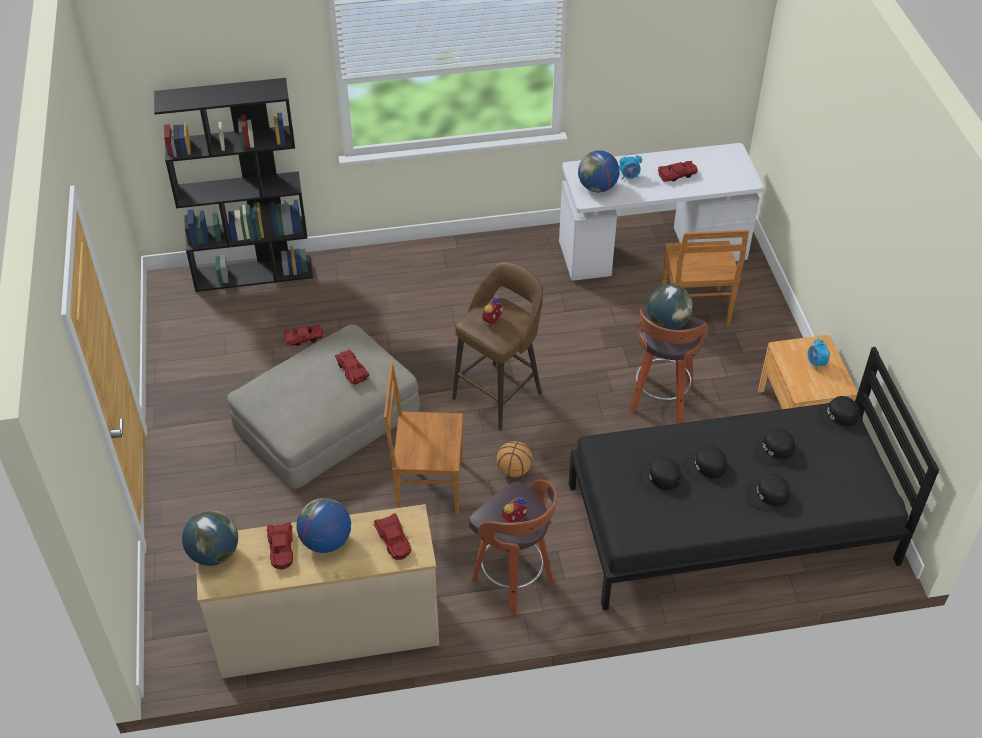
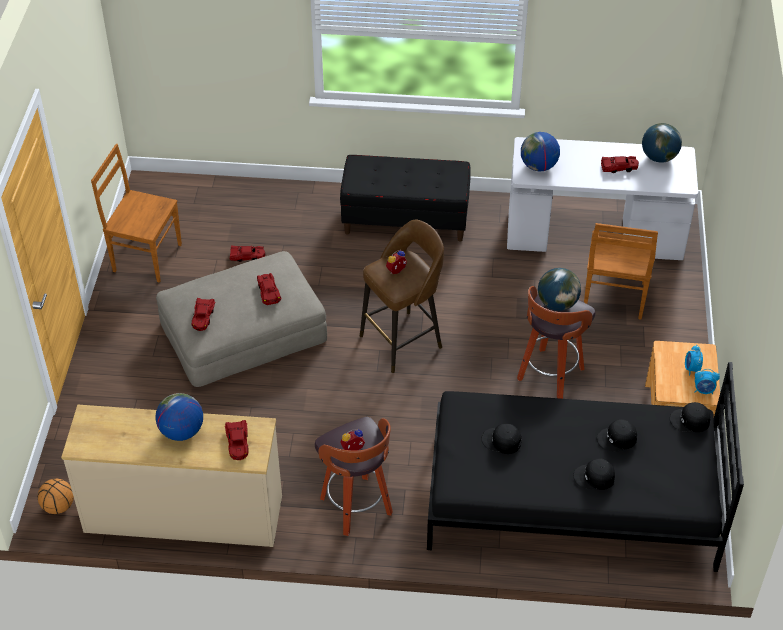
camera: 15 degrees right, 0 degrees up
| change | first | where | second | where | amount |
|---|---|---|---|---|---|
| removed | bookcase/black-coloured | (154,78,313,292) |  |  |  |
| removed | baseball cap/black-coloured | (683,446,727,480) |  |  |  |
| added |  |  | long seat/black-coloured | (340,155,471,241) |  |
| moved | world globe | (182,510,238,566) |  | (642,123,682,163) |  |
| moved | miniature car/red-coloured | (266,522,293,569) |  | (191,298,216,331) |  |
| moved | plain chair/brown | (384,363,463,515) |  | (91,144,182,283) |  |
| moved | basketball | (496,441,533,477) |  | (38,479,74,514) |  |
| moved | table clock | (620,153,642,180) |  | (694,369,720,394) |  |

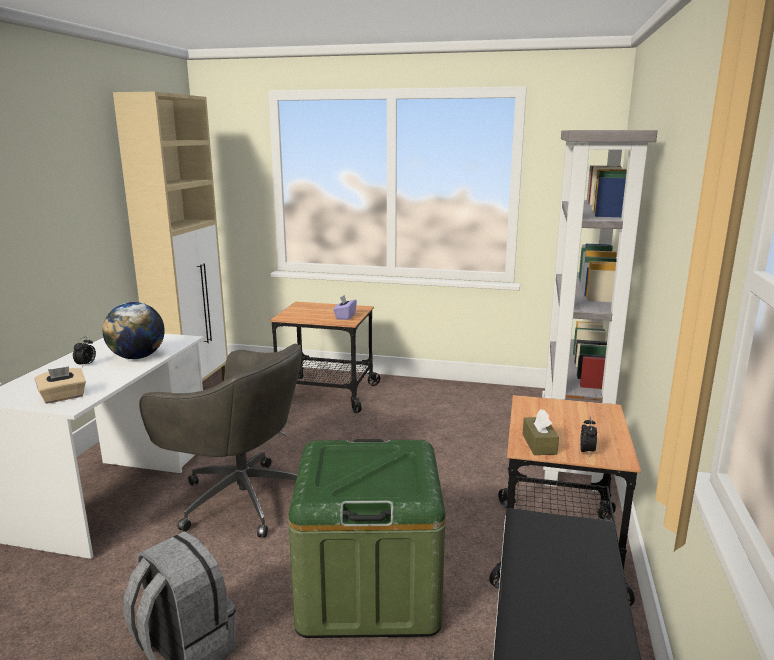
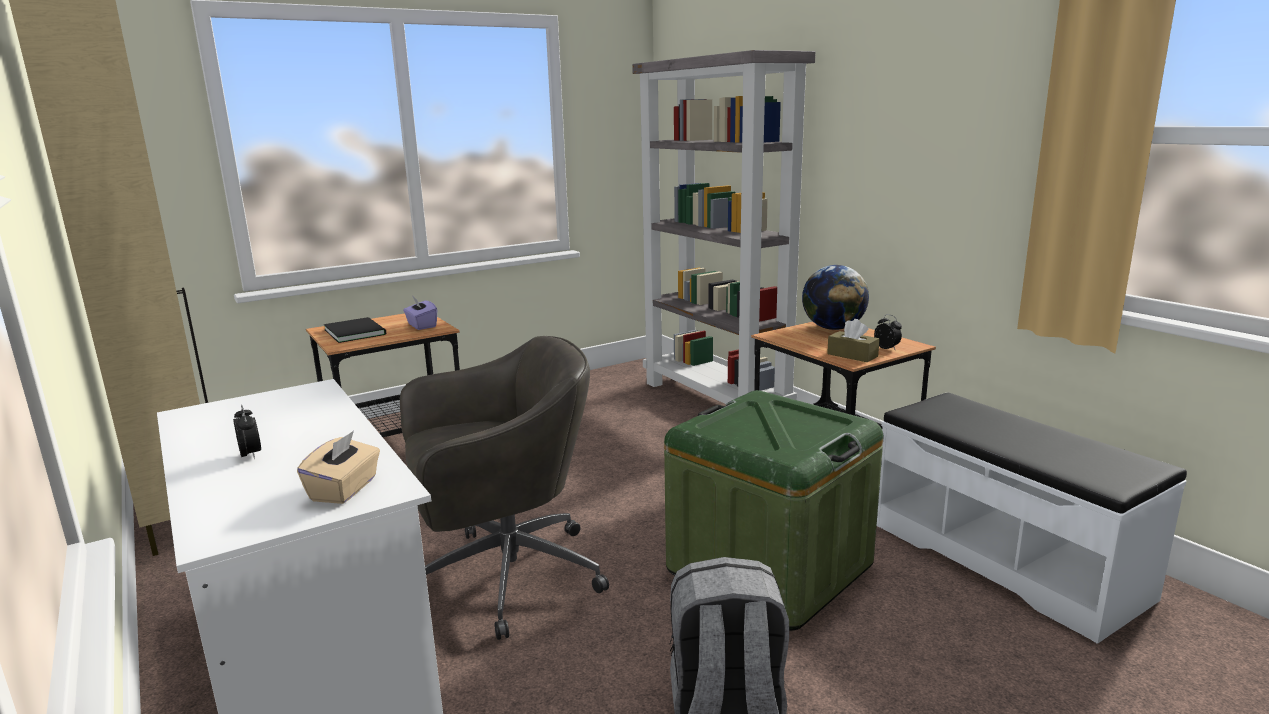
camera: 45 degrees left, 0 degrees up
| change | first | where | second | where | amount |
|---|---|---|---|---|---|
| added |  |  | bound book/black-coloured | (324,317,386,343) |  |
| moved | world globe | (103,302,165,359) |  | (802,265,869,330) |  |

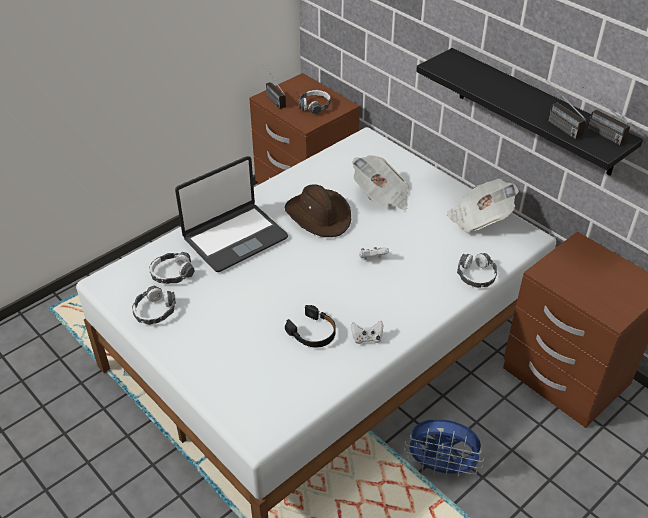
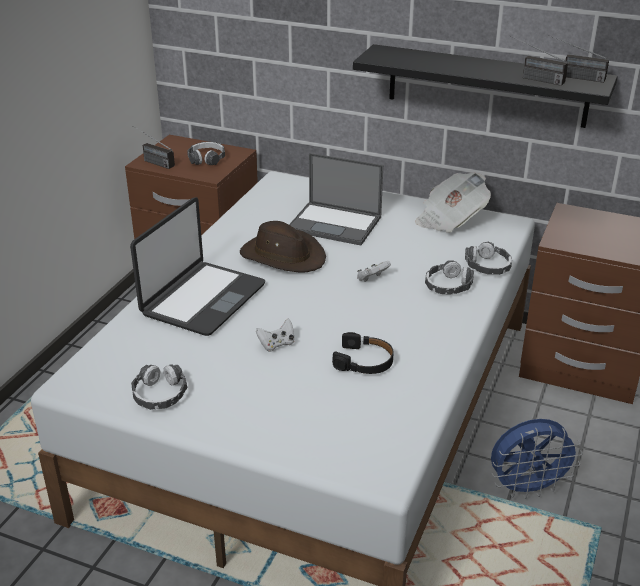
camera: 25 degrees left, 10 degrees down
| change | first | where | second | where | amount |
|---|---|---|---|---|---|
| moved | headphones | (150,252,195,284) |  | (425,260,474,295) |  |
| moved | gamepad/whitish | (351,321,383,344) |  | (256,319,294,351) |  |
| replaced | printed paper | (352,155,409,210) | portable computer | (289,153,383,245) |  |

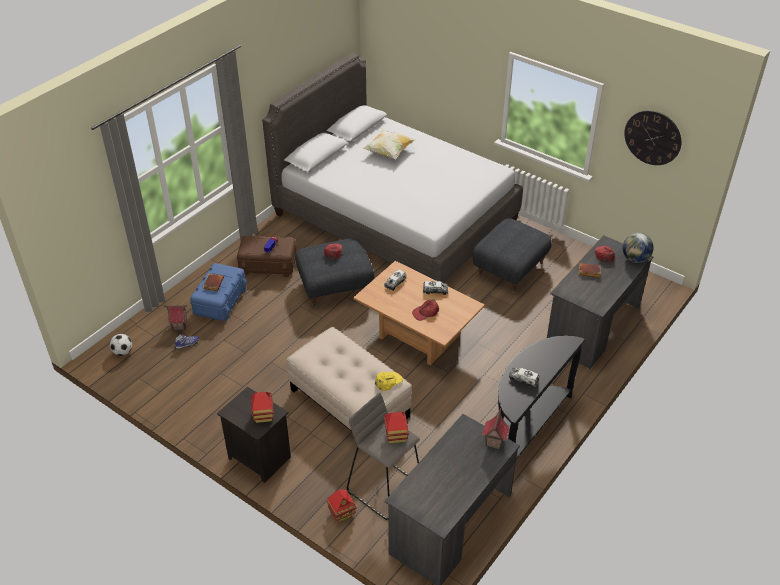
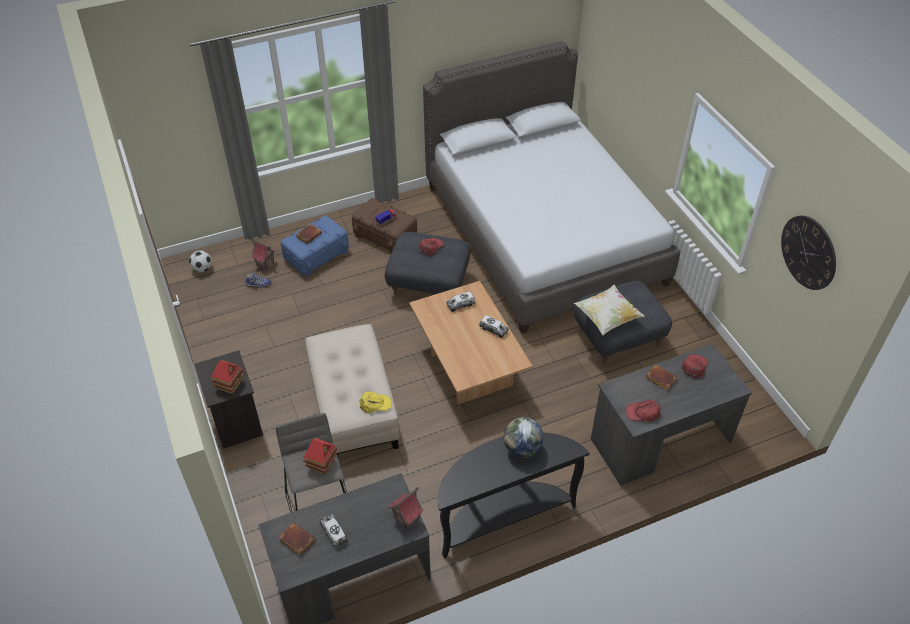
camera: 30 degrees right, 5 degrees up
| change | first | where | second | where | amount |
|---|---|---|---|---|---|
| removed | model house | (326,489,357,523) |  |  |  |
| added |  |  | bound book/brown | (278,522,315,556) |  |
| moved | cushion | (362,129,415,160) |  | (574,285,645,335) |  |
| moved | baseball cap/red-coloured | (412,300,439,321) |  | (626,400,661,422) |  |
| moved | model truck | (509,367,539,387) |  | (320,514,348,548) |  |
| moved | world globe | (623,233,654,263) |  | (504,417,544,458) |  |

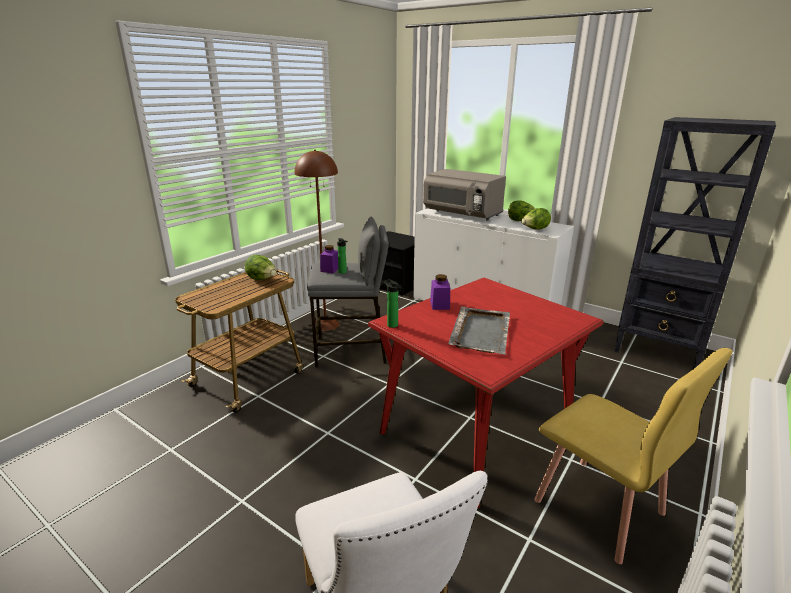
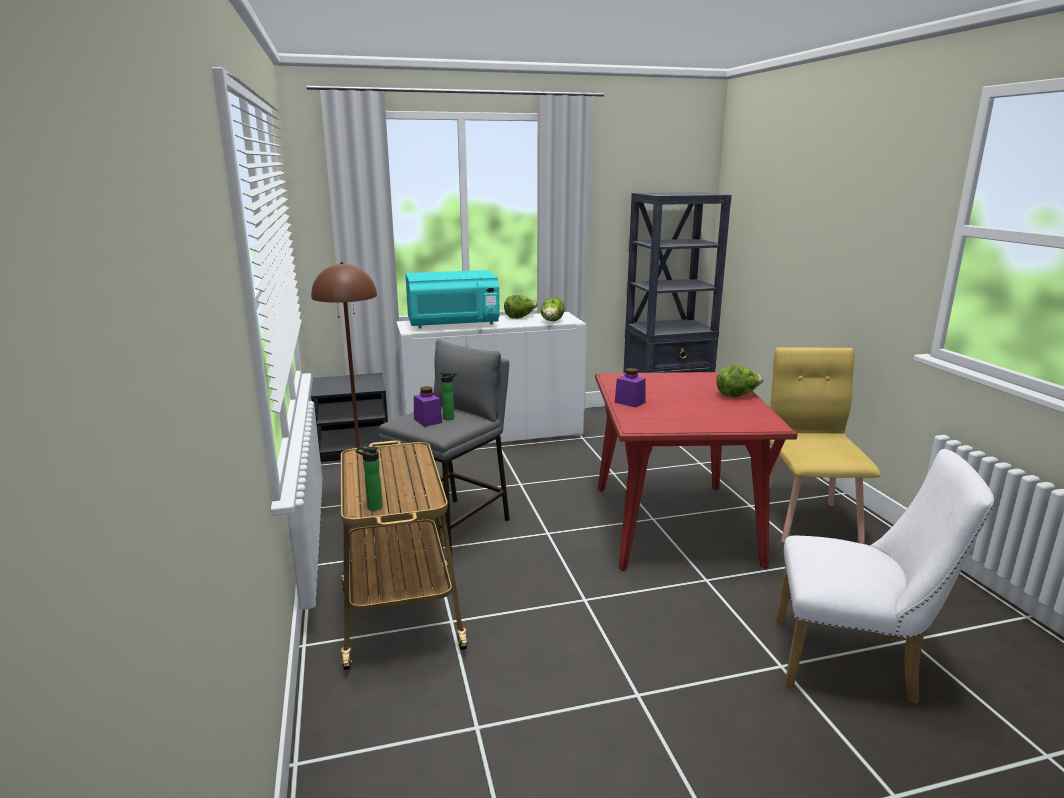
camera: 50 degrees left, 5 degrees down
| change | first | where | second | where | amount |
|---|---|---|---|---|---|
| removed | carrying tray/gray | (448,306,510,355) |  |  |  |
| moved | lettuce head | (245,255,276,280) |  | (716,365,763,397) |  |
| moved | bottle | (384,279,398,328) |  | (356,446,383,511) |  |
| recoloured | microwave oven/gray | (423,169,506,220) | microwave oven/turquoise-coloured | (405,270,500,328) |  |
| turned | plain chair/yellow-coloured | (534,348,733,564) |  | (770,347,880,544) | 90 degrees counterclockwise |

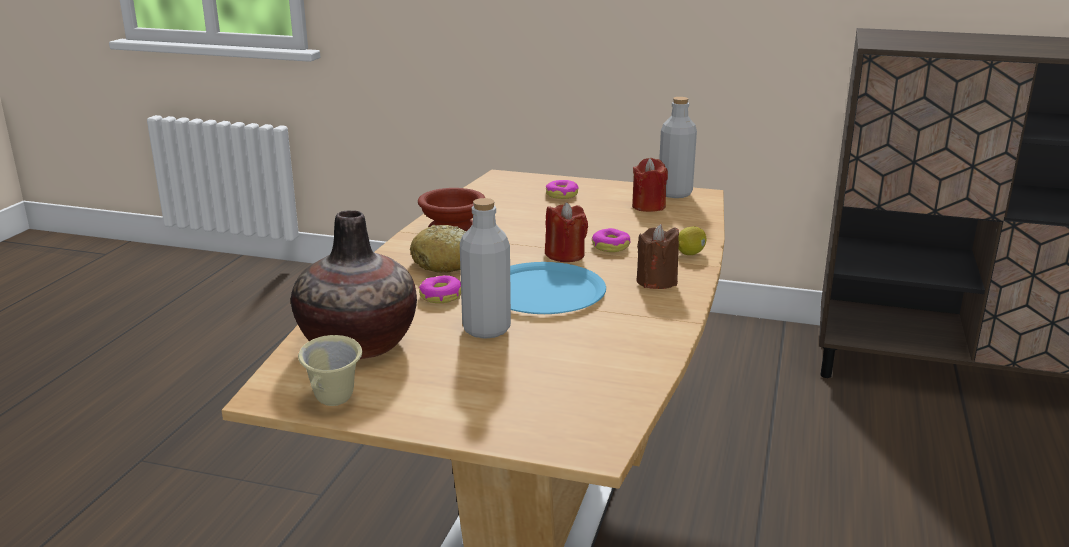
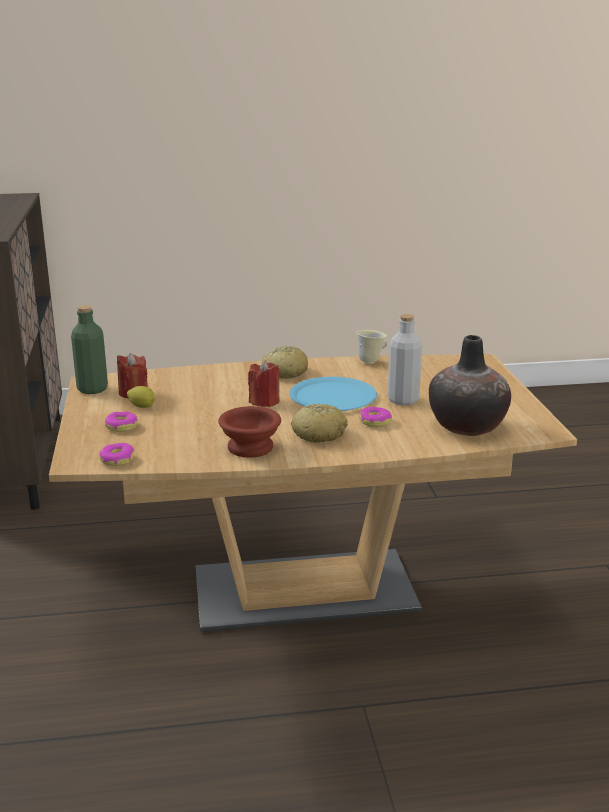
camera: 115 degrees left, 0 degrees up
| change | first | where | second | where | amount |
|---|---|---|---|---|---|
| moved | tea mug/beige | (298,335,362,406) |  | (356,330,387,364) |  |
| moved | ring doughnut | (592,228,630,252) |  | (99,443,134,466) |  |
| moved | whole lemon | (678,227,706,255) |  | (127,386,155,408) |  |
| replaced | wax candle/brown | (637,224,679,289) | bread | (262,346,308,379) |  |
| recoloured | bottle/gray | (659,97,697,198) | bottle/greenish | (71,305,108,394) |  |

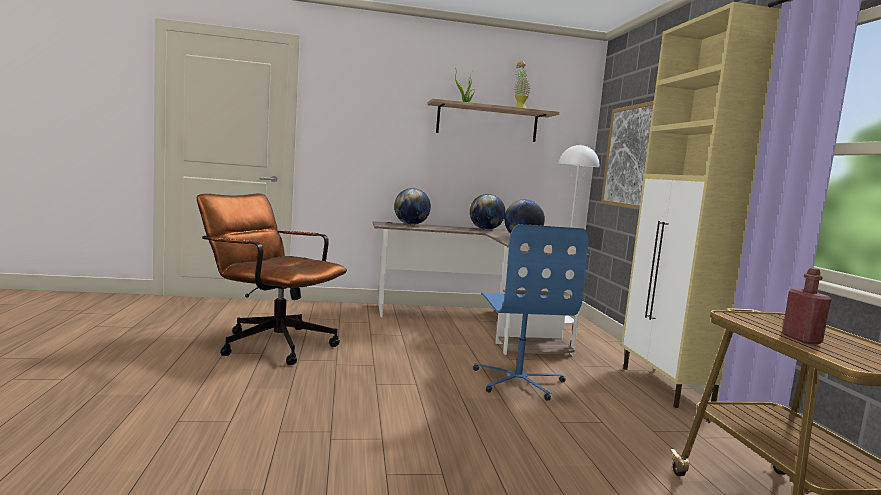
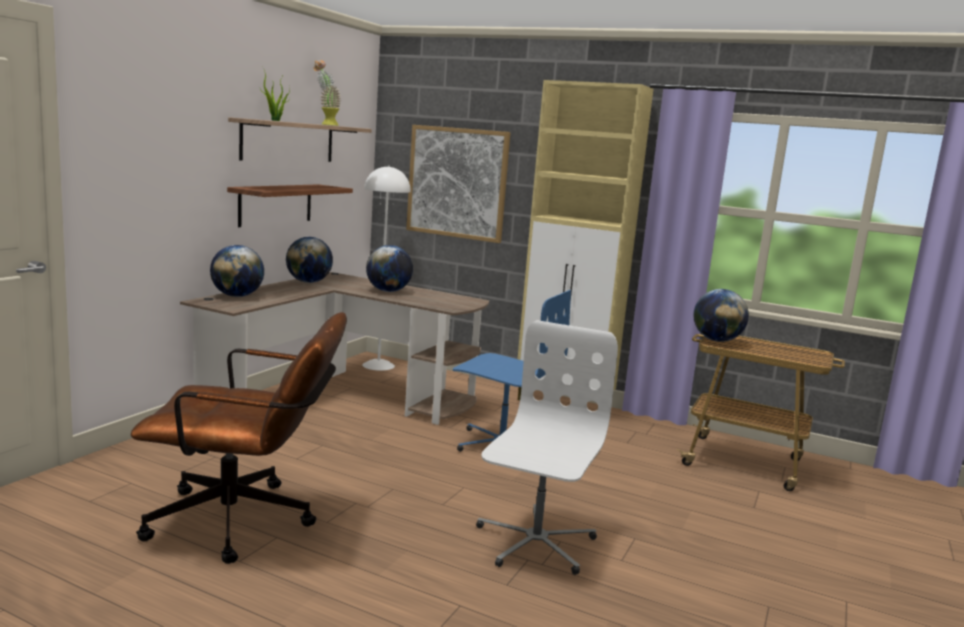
camera: 55 degrees left, 5 degrees up
| change | first | where | second | where | amount |
|---|---|---|---|---|---|
| removed | bottle/red-coloured | (782,268,831,344) |  |  |  |
| added |  |  | shelf | (227,184,353,227) |  |
| added |  |  | desk chair/whitish | (476,320,618,575) |  |
| added |  |  | world globe | (694,289,749,342) |  |
| turned | desk chair/brown | (197,193,347,365) |  | (131,312,347,564) | 150 degrees counterclockwise |

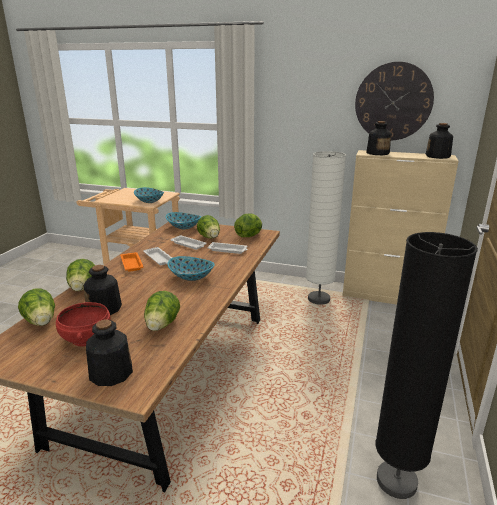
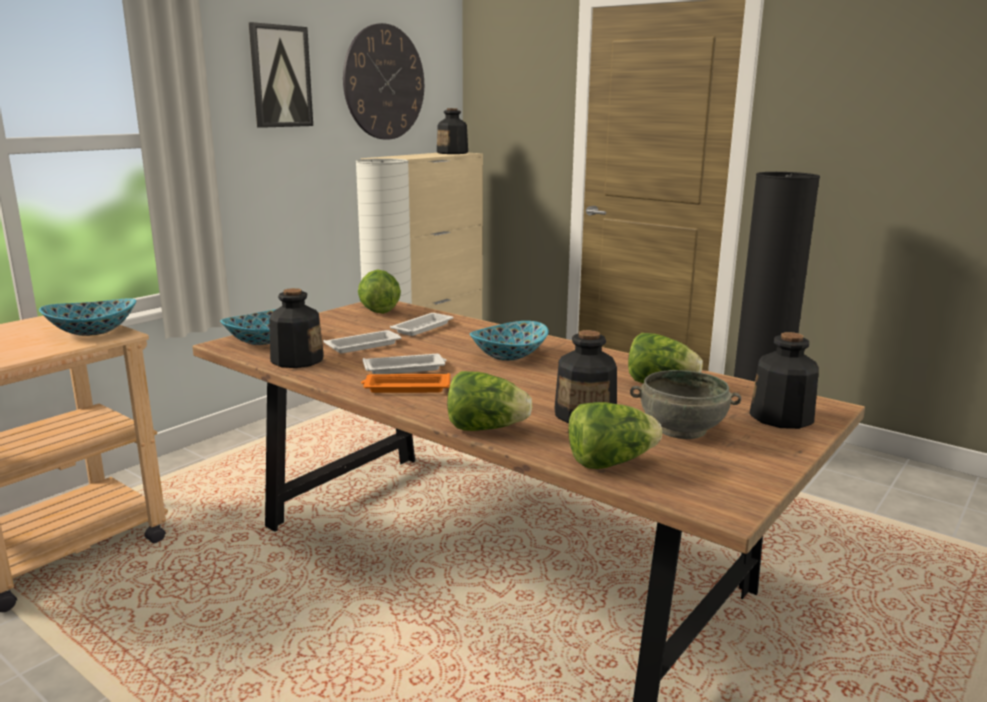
camera: 70 degrees left, 5 degrees down
| change | first | where | second | where | amount |
|---|---|---|---|---|---|
| removed | lettuce head | (197,215,220,239) |  |  |  |
| added |  |  | wall art | (249,22,313,128) |  |
| moved | bottle | (366,121,391,155) |  | (269,288,324,368) |  |
| recoloured | serving bowl/red-coloured | (56,302,111,346) | serving bowl/gray | (630,370,741,439) |  |

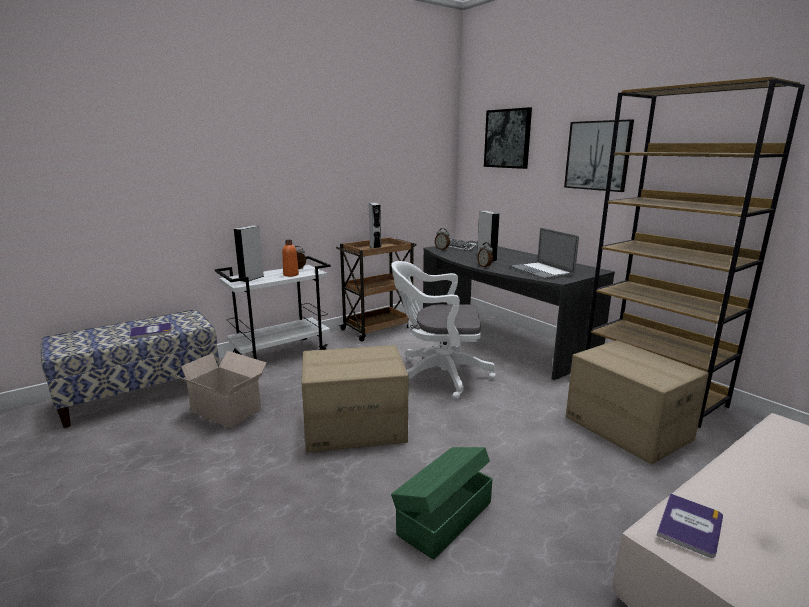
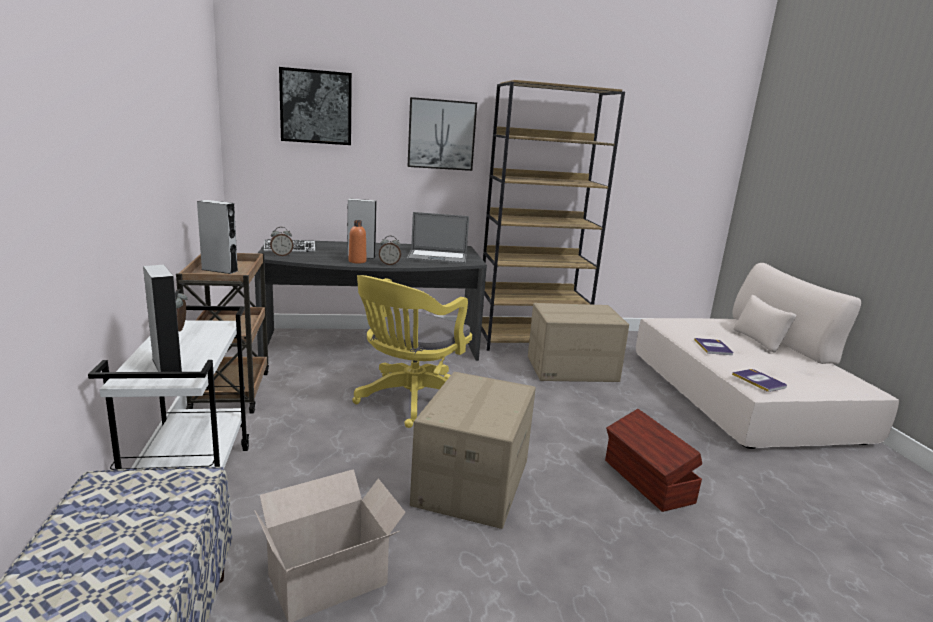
camera: 65 degrees left, 0 degrees up
| change | first | where | second | where | amount |
|---|---|---|---|---|---|
| moved | bound book | (130,323,172,339) |  | (694,338,733,355) |  |
| moved | bottle/orangey | (282,240,299,277) |  | (348,220,366,264) |  |
| recoloured | desk chair/whitish | (391,261,496,399) | desk chair/yellow-coloured | (352,275,472,428) |  |
| recoloured | storage container/greenish | (391,447,493,560) | storage container/brown | (605,409,702,512) |  |

